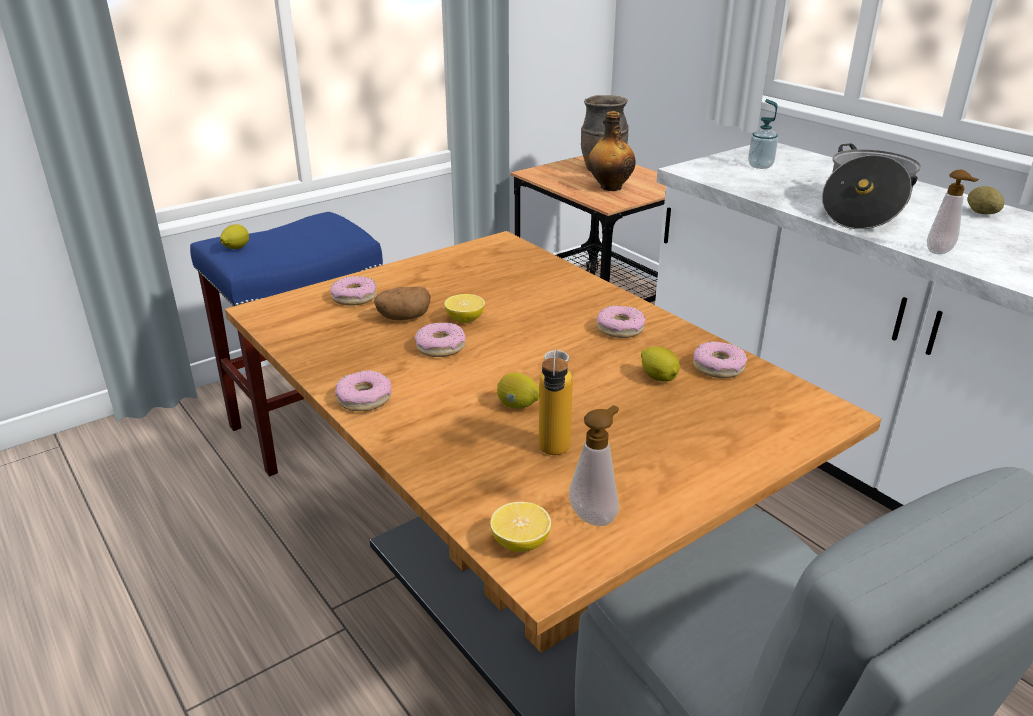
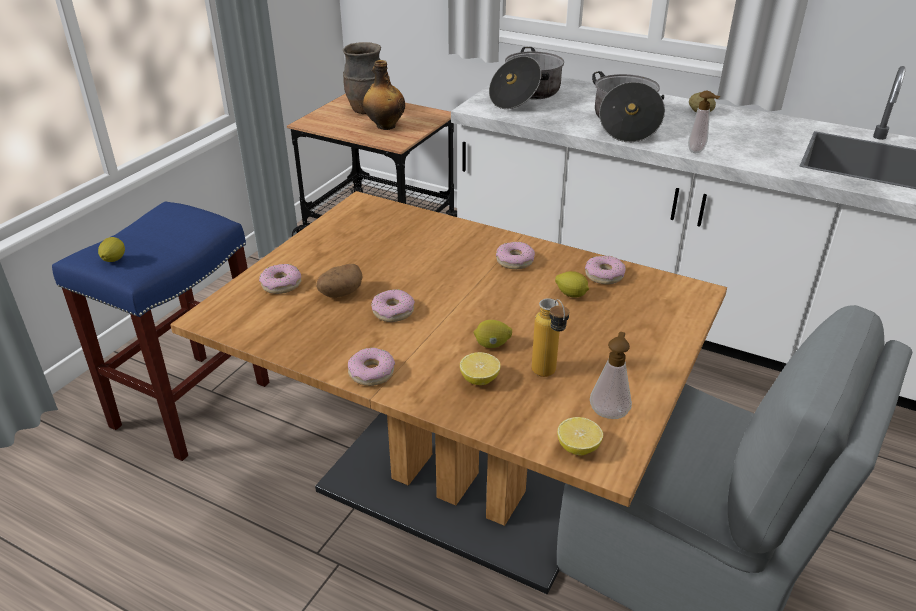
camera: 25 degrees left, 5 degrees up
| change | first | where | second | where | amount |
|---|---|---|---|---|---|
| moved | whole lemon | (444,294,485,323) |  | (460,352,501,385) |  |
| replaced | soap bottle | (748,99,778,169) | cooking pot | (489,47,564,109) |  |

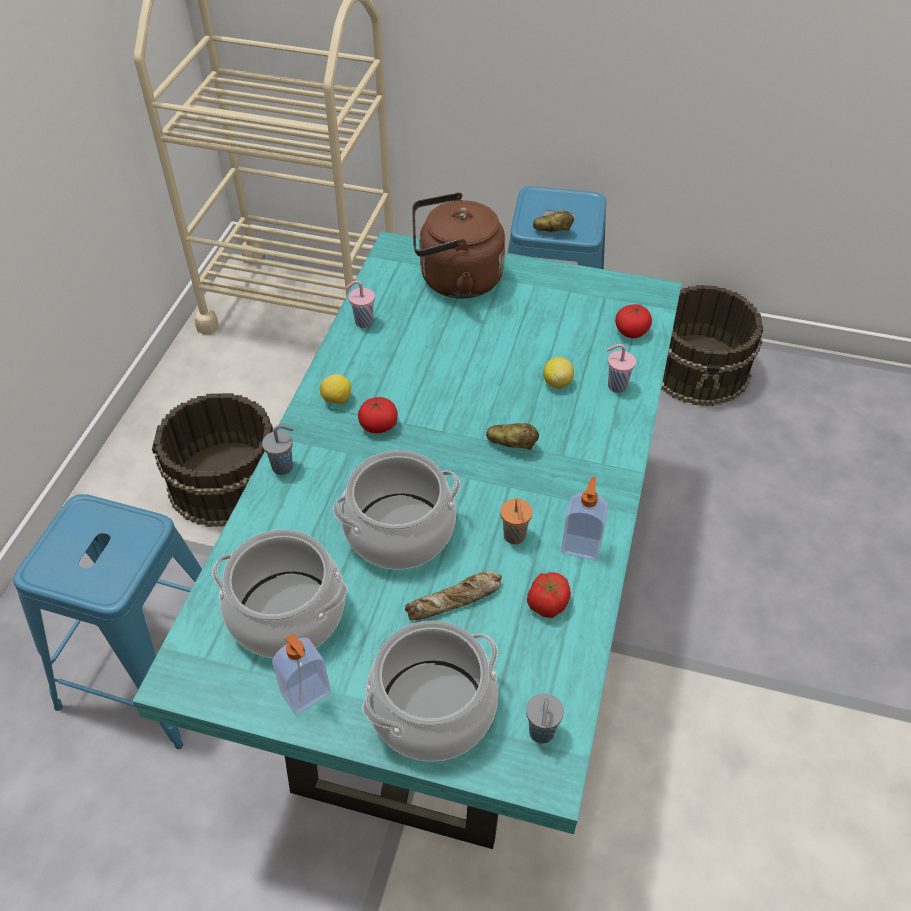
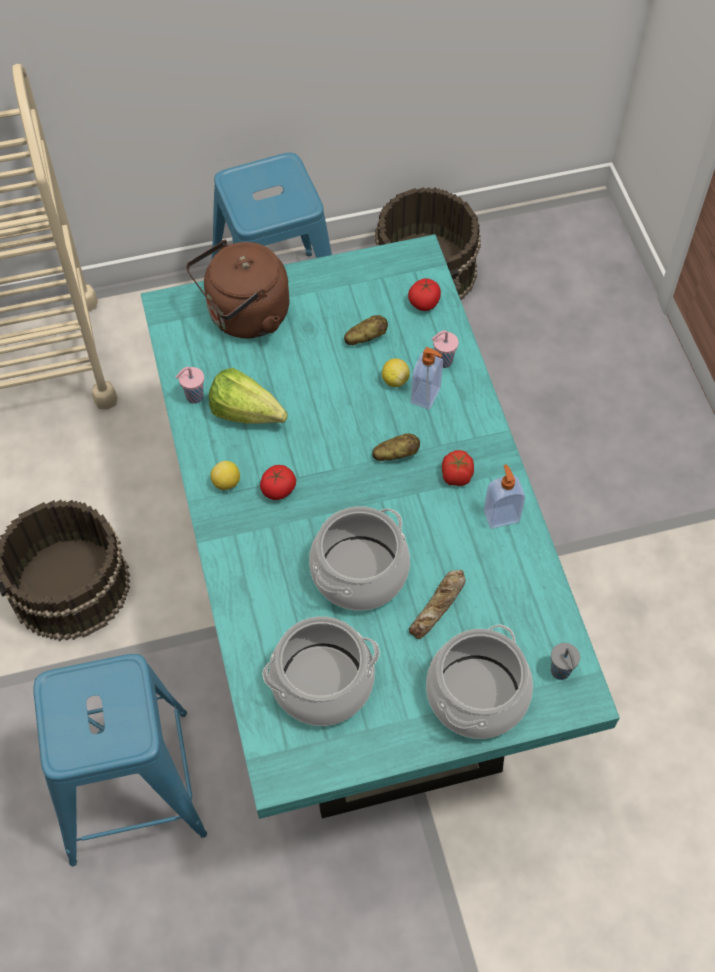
camera: 30 degrees left, 10 degrees up
| change | first | where | second | where | amount |
|---|---|---|---|---|---|
| removed | cup/gray | (262,425,293,475) |  |  |  |
| removed | cup/orangey | (500,498,533,544) |  |  |  |
| added |  |  | lettuce head | (209,368,288,424) |  |
| moved | soap bottle | (272,633,331,715) |  | (411,347,443,410) |  |
| moved | tomato | (527,572,571,618) |  | (442,450,474,486) |  |
| moved | potato | (533,211,574,232) |  | (344,315,388,345) |  |

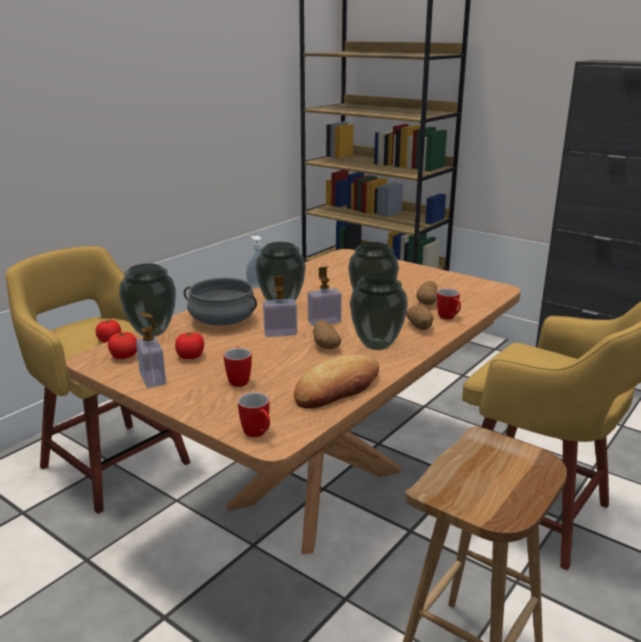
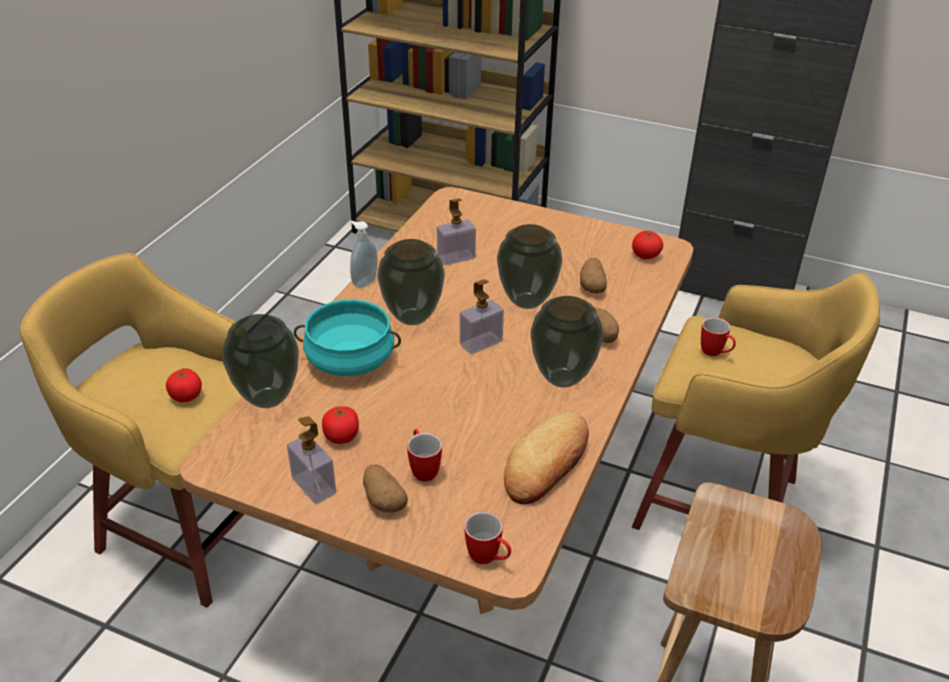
camera: 15 degrees left, 15 degrees up
| change | first | where | second | where | amount |
|---|---|---|---|---|---|
| moved | tomato | (108,332,137,359) |  | (632,231,663,259) |  |
| moved | soap bottle | (263,276,297,337) |  | (437,198,476,265) |  |
| moved | potato | (313,321,341,349) |  | (363,464,408,513) |  |
| moved | tea mug | (437,288,461,320) |  | (701,317,736,356) |  |
| recoloured | cooking pot/gray | (184,278,257,326) | cooking pot/turquoise-coloured | (294,299,401,376) |  |

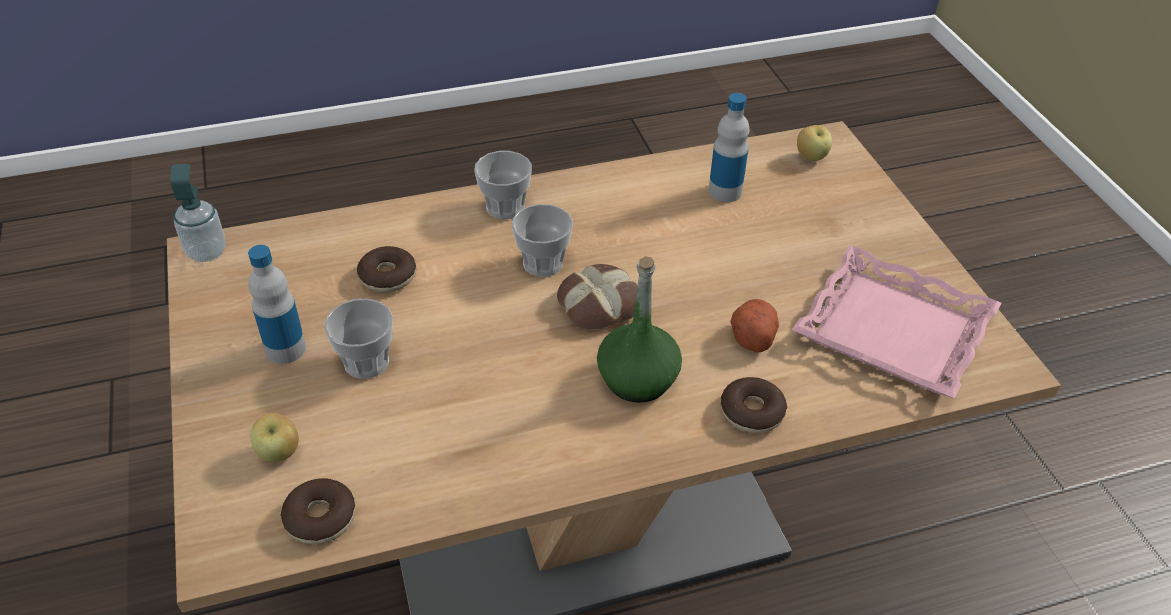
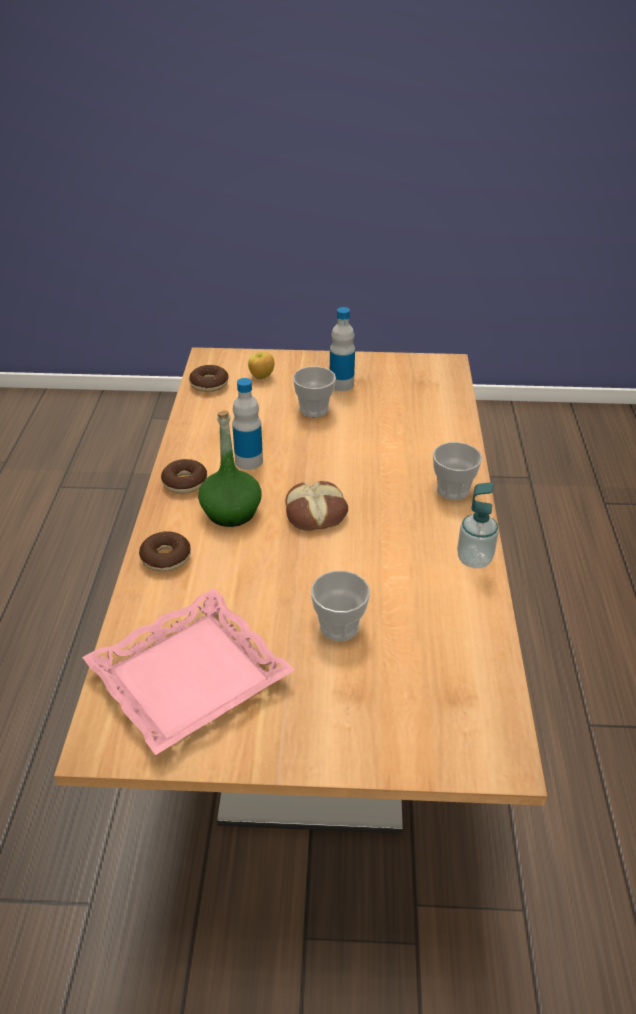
camera: 110 degrees right, 5 degrees down
| change | first | where | second | where | amount |
|---|---|---|---|---|---|
| removed | potato | (730,299,779,352) |  |  |  |
| removed | apple | (797,125,832,161) |  |  |  |
| moved | soap bottle | (170,164,226,262) |  | (457,482,499,568) |  |
| moved | ring doughnut | (357,246,416,292) |  | (161,459,207,494) |  |
| moved | cup | (512,204,573,277) |  | (311,571,370,641) |  |
| moved | bottle | (708,93,749,202) |  | (232,378,263,470) |  |

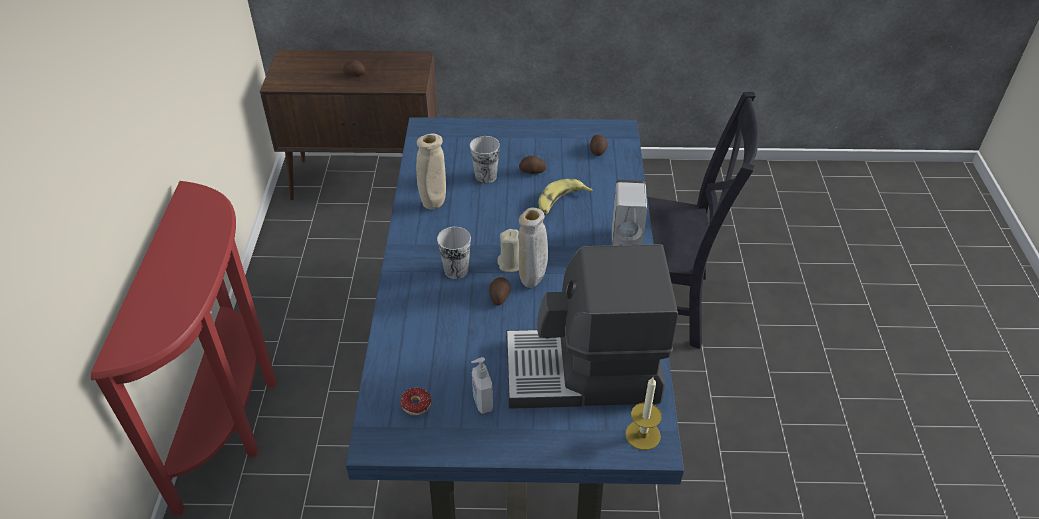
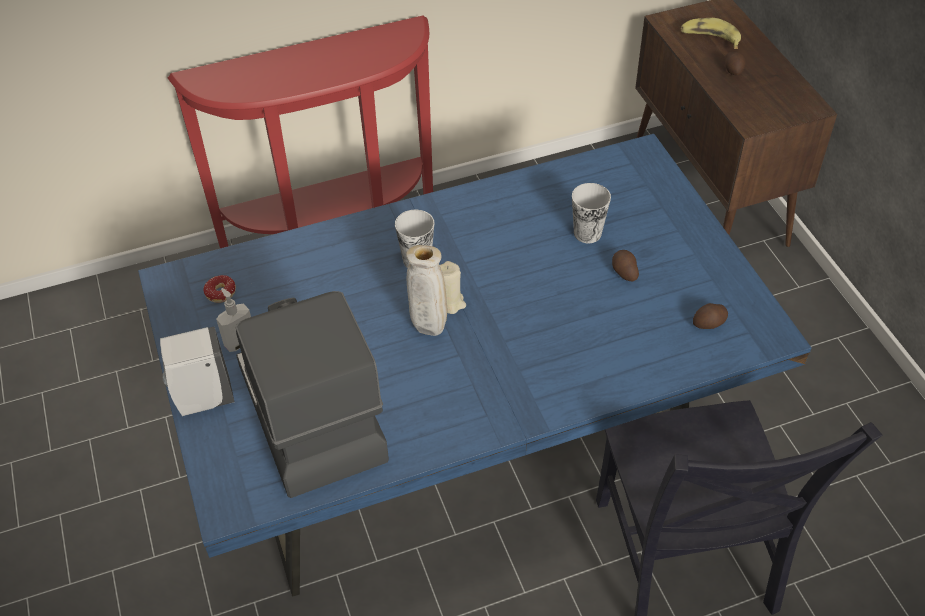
camera: 70 degrees right, 5 degrees up
| change | first | where | second | where | amount |
|---|---|---|---|---|---|
| removed | decorative vase/beige | (416,133,446,209) |  |  |  |
| removed | potato | (489,277,511,305) |  |  |  |
| removed | wax candle | (625,377,662,450) |  |  |  |
| moved | banana | (538,179,592,215) |  | (681,18,741,49) |  |
| moved | soap bottle/whitish | (612,180,647,245) |  | (160,327,234,416) |  |

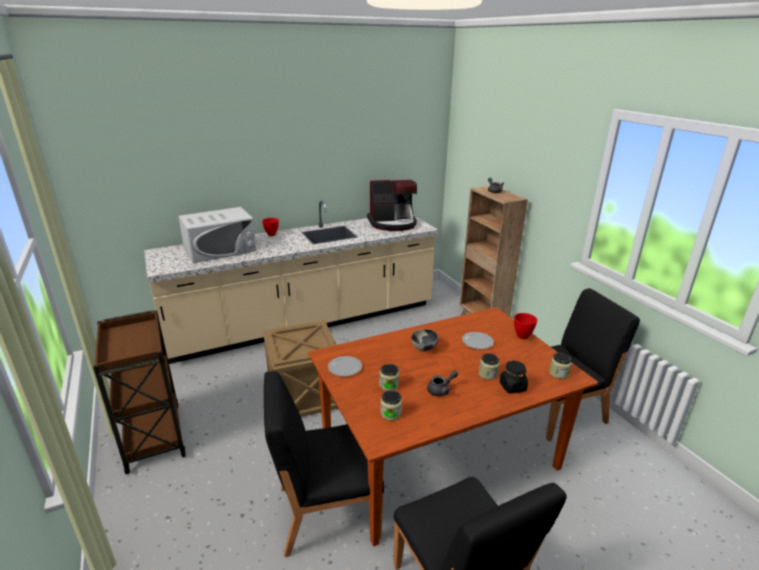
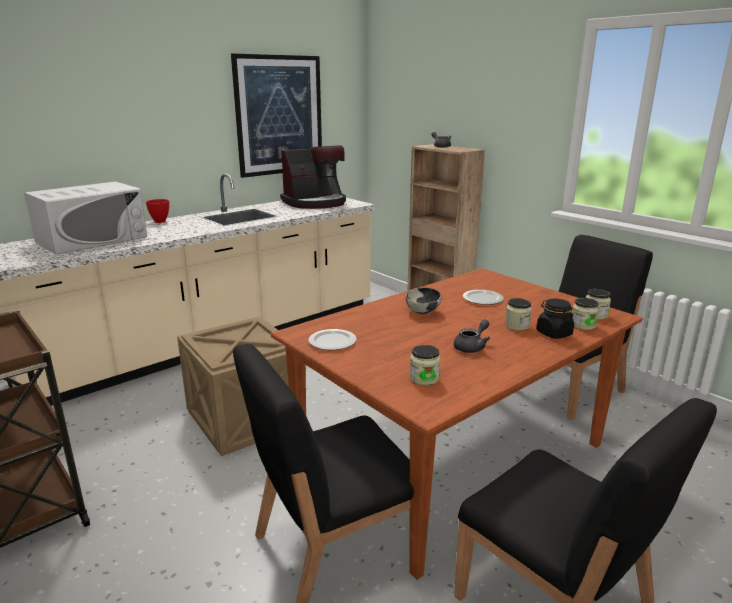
camera: 15 degrees left, 5 degrees down
| change | first | where | second | where | amount |
|---|---|---|---|---|---|
| removed | serving bowl/red-coloured | (514,313,537,339) |  |  |  |
| added |  |  | wall art | (231,54,322,178) |  |
| moved | storage jar | (379,364,399,391) |  | (572,298,599,330) |  |

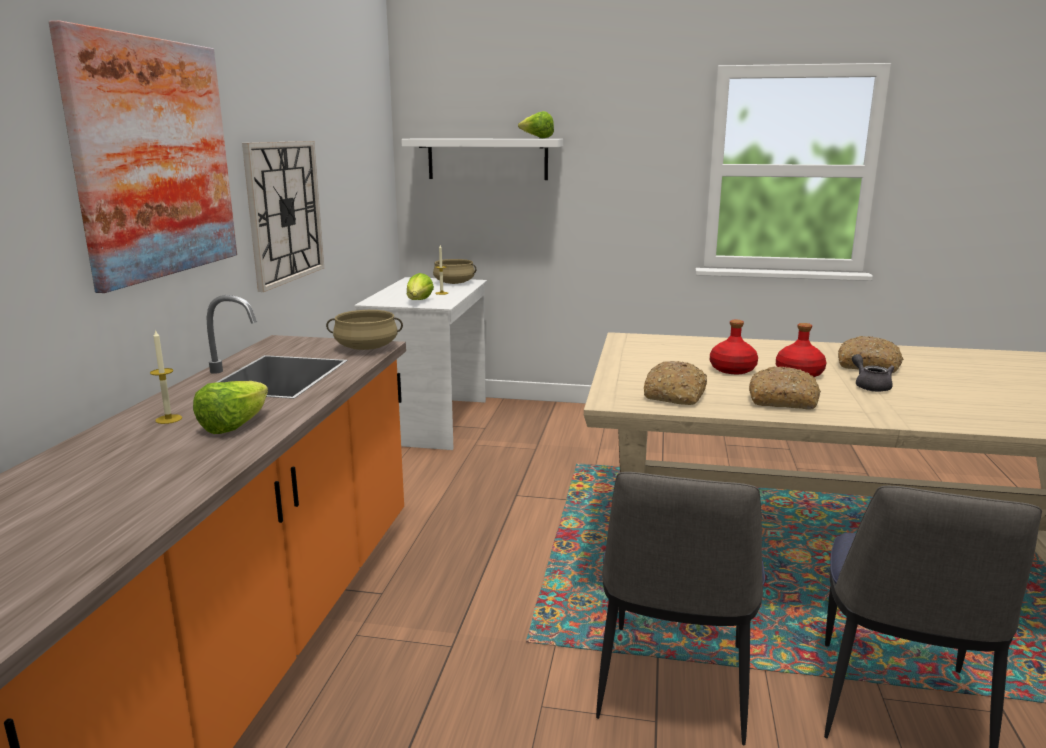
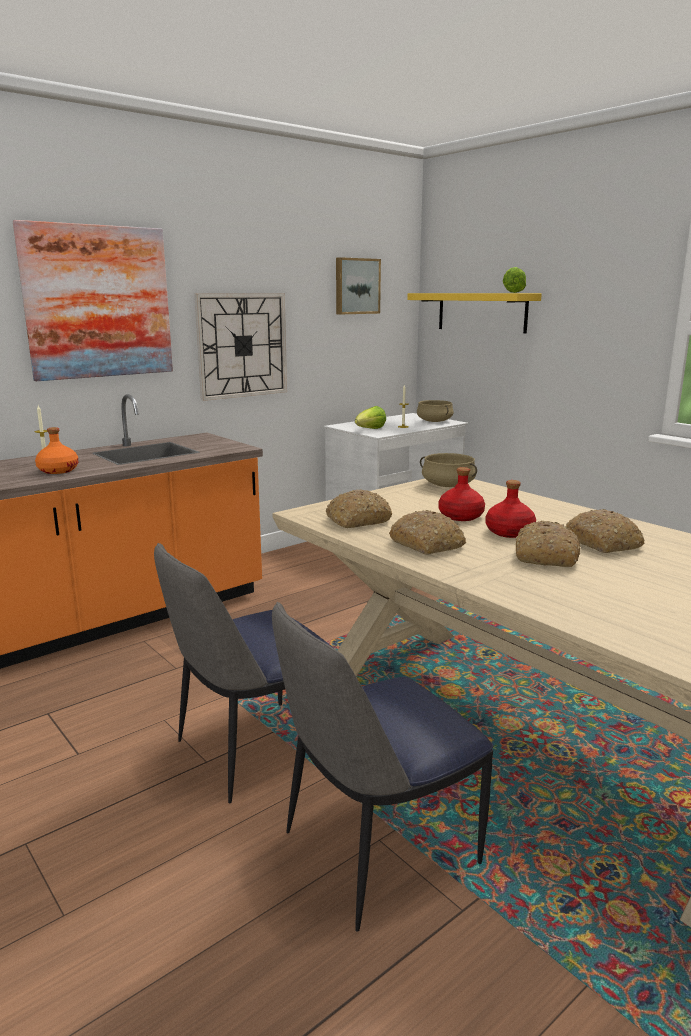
camera: 40 degrees right, 0 degrees up
| change | first | where | second | where | amount |
|---|---|---|---|---|---|
| added |  |  | wall art | (336,257,381,314) |  |
| moved | cooking pot/beige | (326,310,403,350) |  | (420,453,477,487) |  |
| replaced | lettuce head | (193,381,268,434) | bottle/orangey | (35,427,78,474) |  |
| replaced | pot for tea/gray | (852,354,894,392) | bread | (516,521,581,567) |  |
| recoloured | shelf/whitish | (401,138,563,180) | shelf/yellow-coloured | (407,293,542,333) |  |

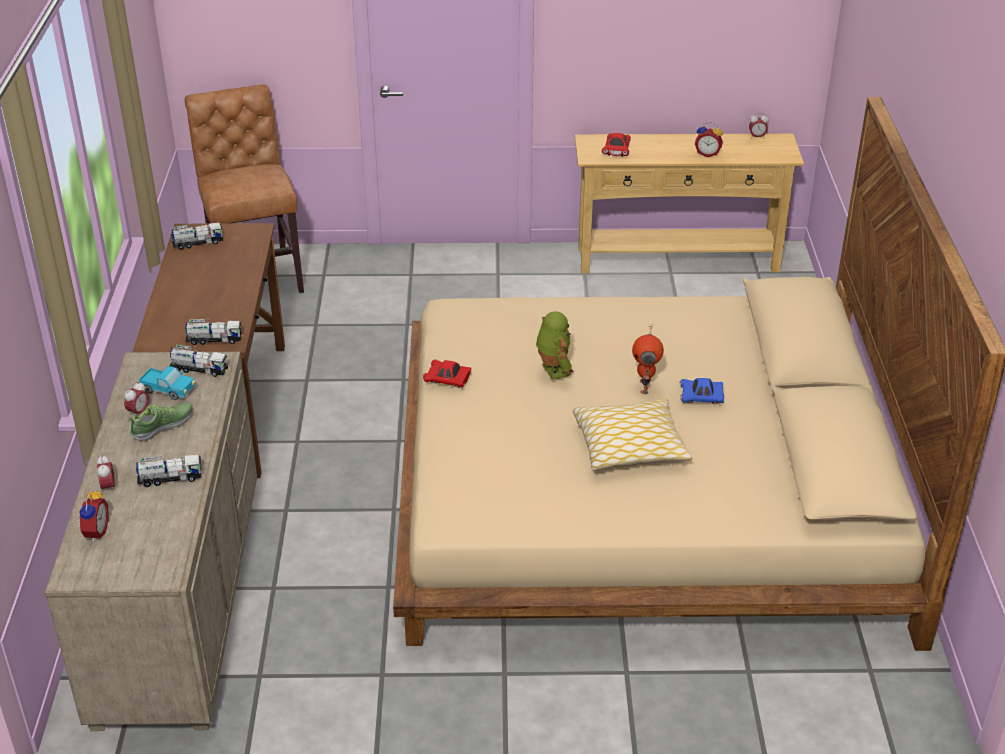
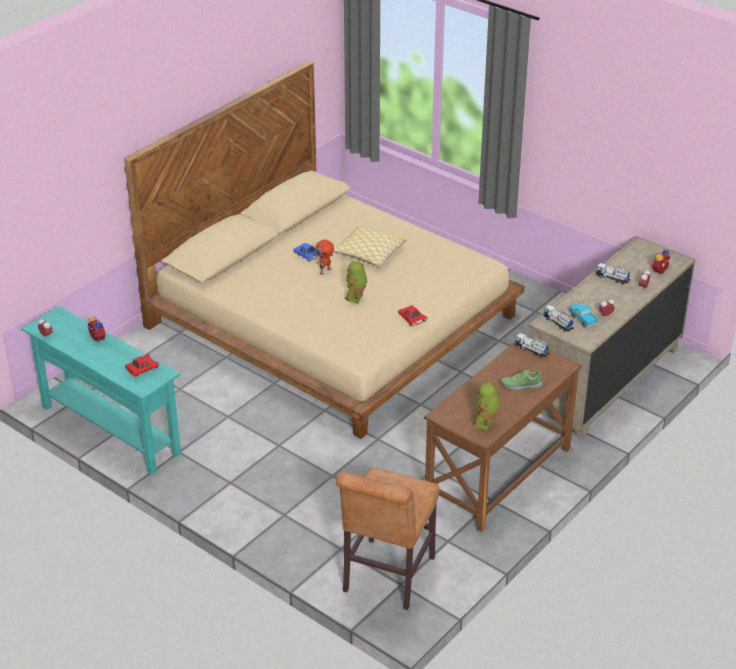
camera: 140 degrees left, 0 degrees up
| change | first | where | second | where | amount |
|---|---|---|---|---|---|
| moved | shoe | (129,402,193,442) |  | (500,370,543,391) |  |
| replaced | model truck | (172,222,223,250) | model robot | (471,383,500,430) |  |
| recoloured | narrow table/beige | (575,134,804,273) | narrow table/turquoise-coloured | (21,306,181,474) |  |

